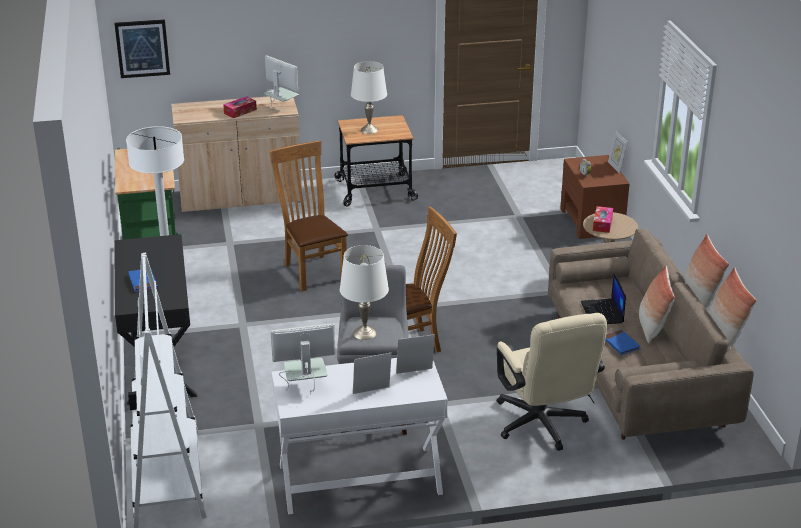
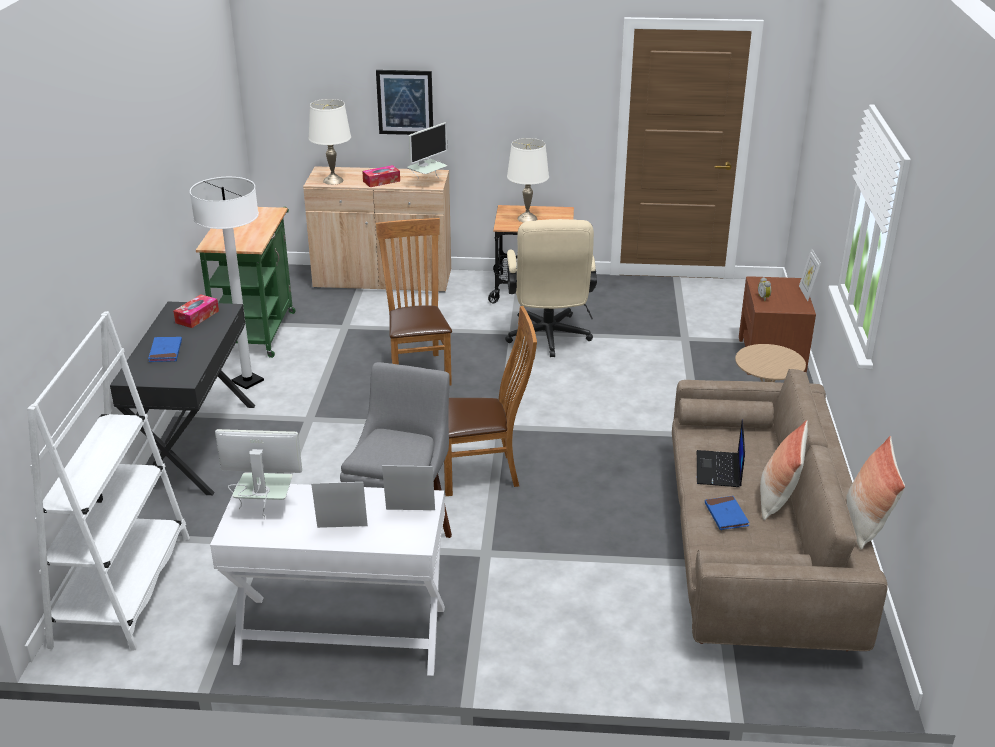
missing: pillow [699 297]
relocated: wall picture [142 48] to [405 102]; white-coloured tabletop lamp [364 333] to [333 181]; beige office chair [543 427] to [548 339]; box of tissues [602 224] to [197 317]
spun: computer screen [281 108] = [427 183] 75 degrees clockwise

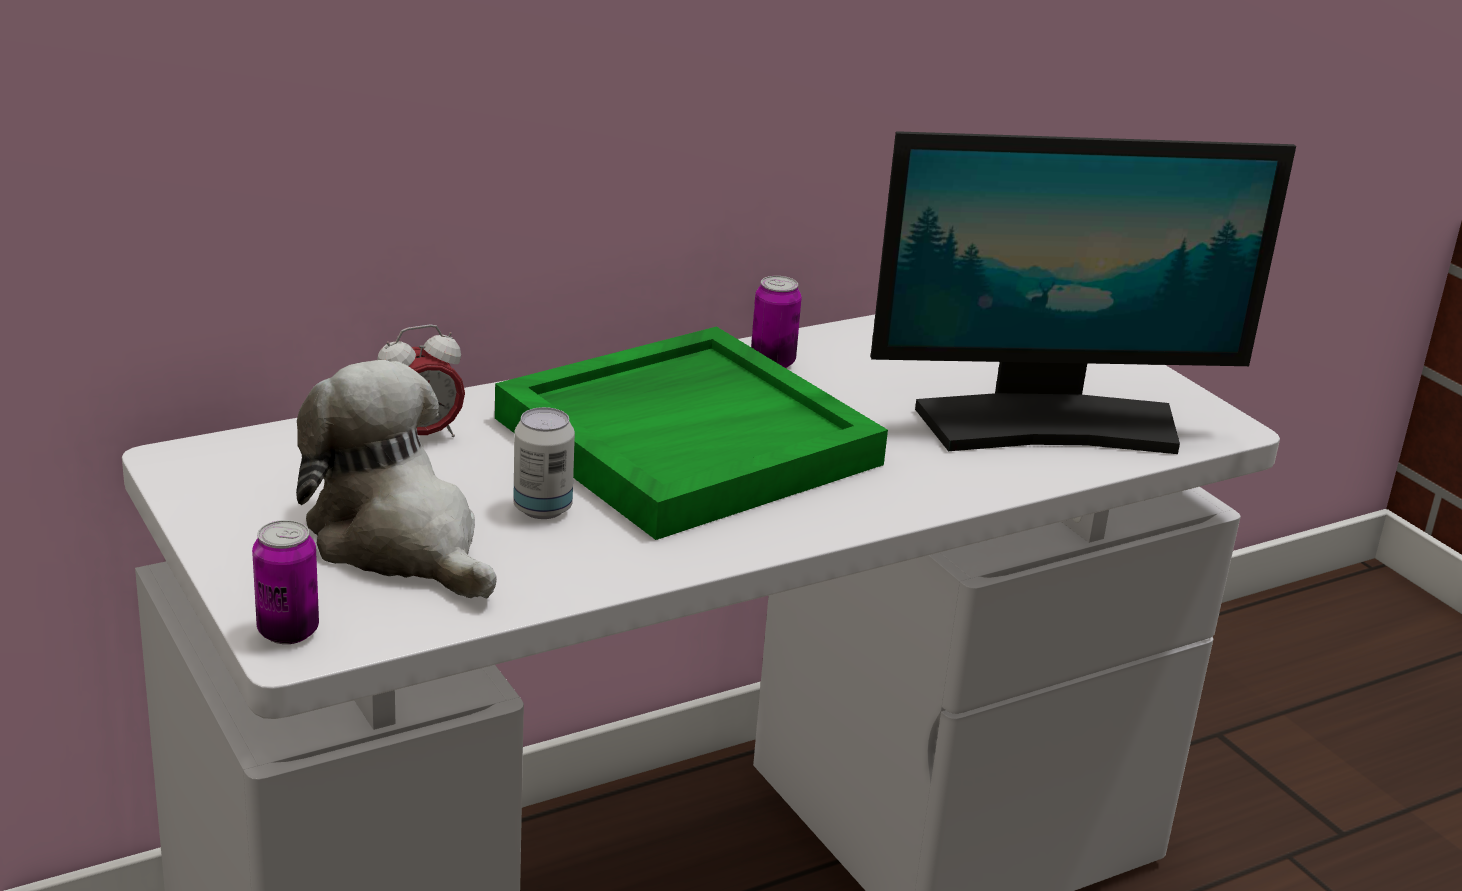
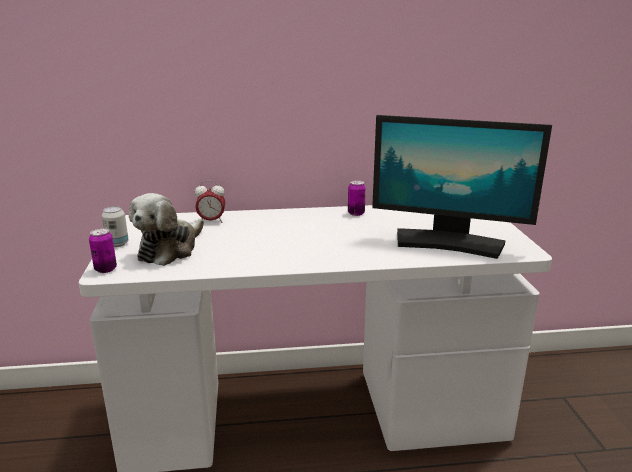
missing: green-coloured serving tray [688 439]
relocated: metal can [542 508] to [117 244]
spun: plush toy [400 543] = [170 249] 135 degrees counterclockwise

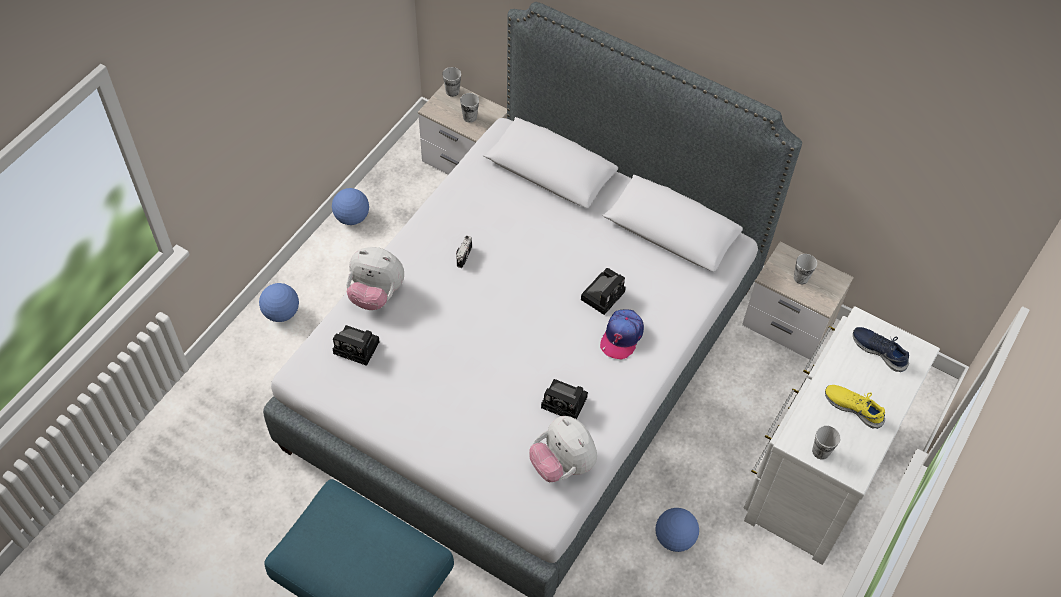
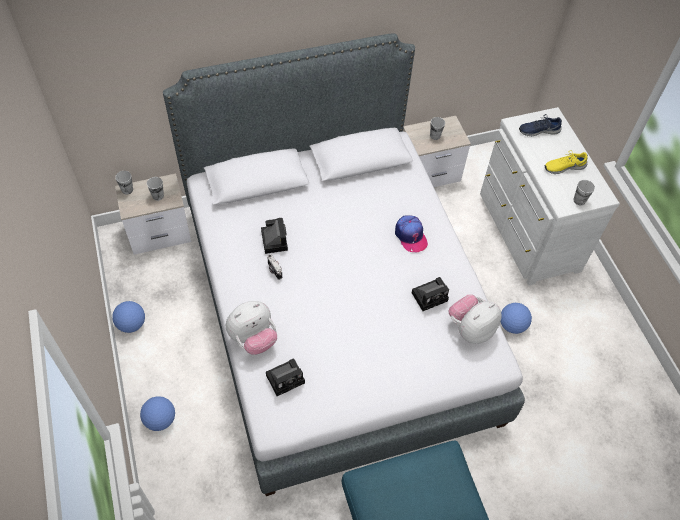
relocated: still camera [603 294] to [273 239]
spun: plush toy [562 464] = [470 329] 135 degrees clockwise

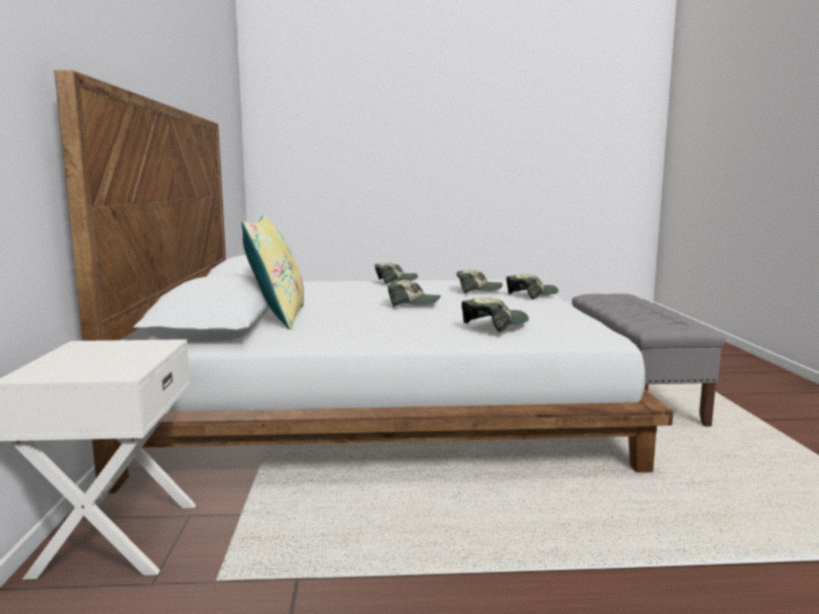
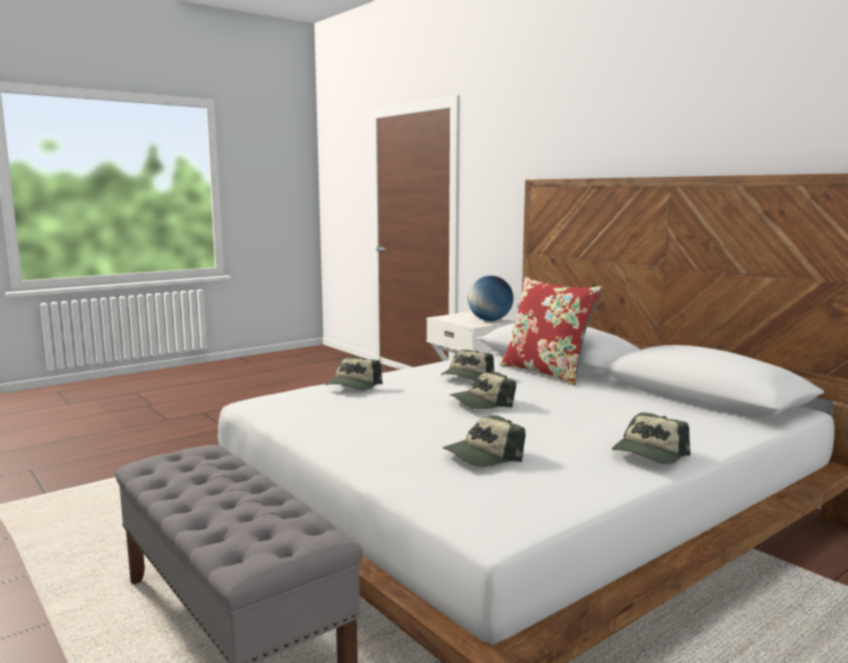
appeared: desk globe [490 320]
relocated: peaked cap [532 295] to [467 377]
colour: yellow pillow [277 317] to reddish pillow [547 372]

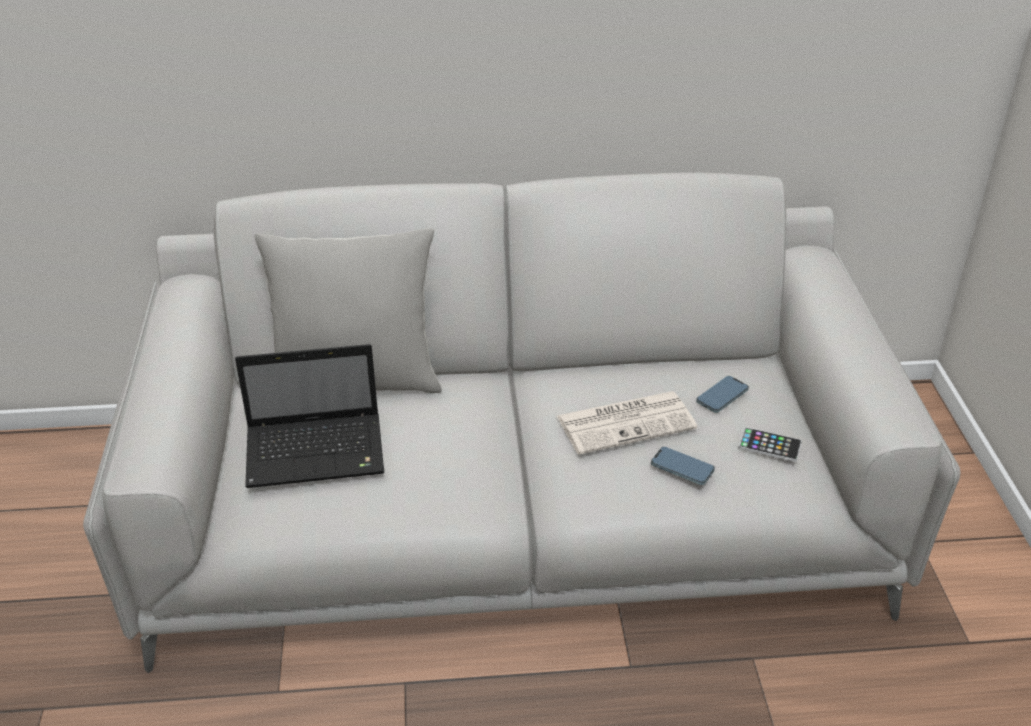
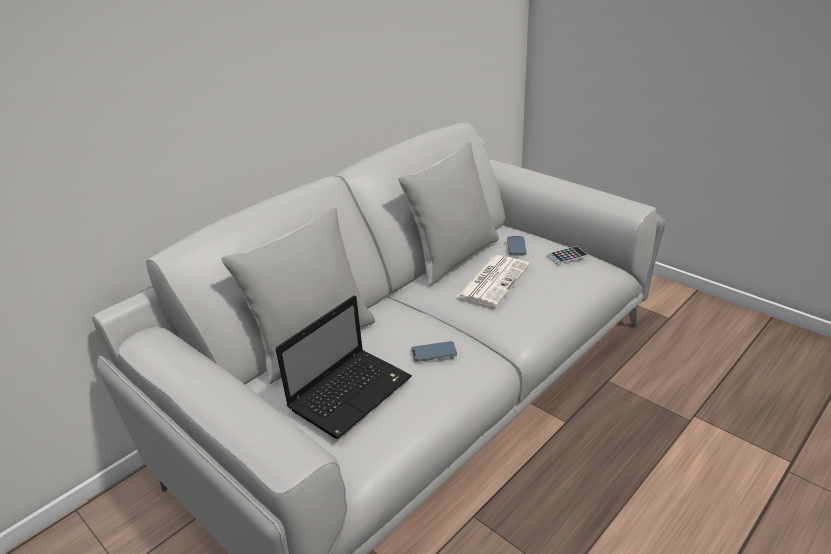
appeared: gray pillow [452 257]
relocated: telephone [682 468] to [434 353]

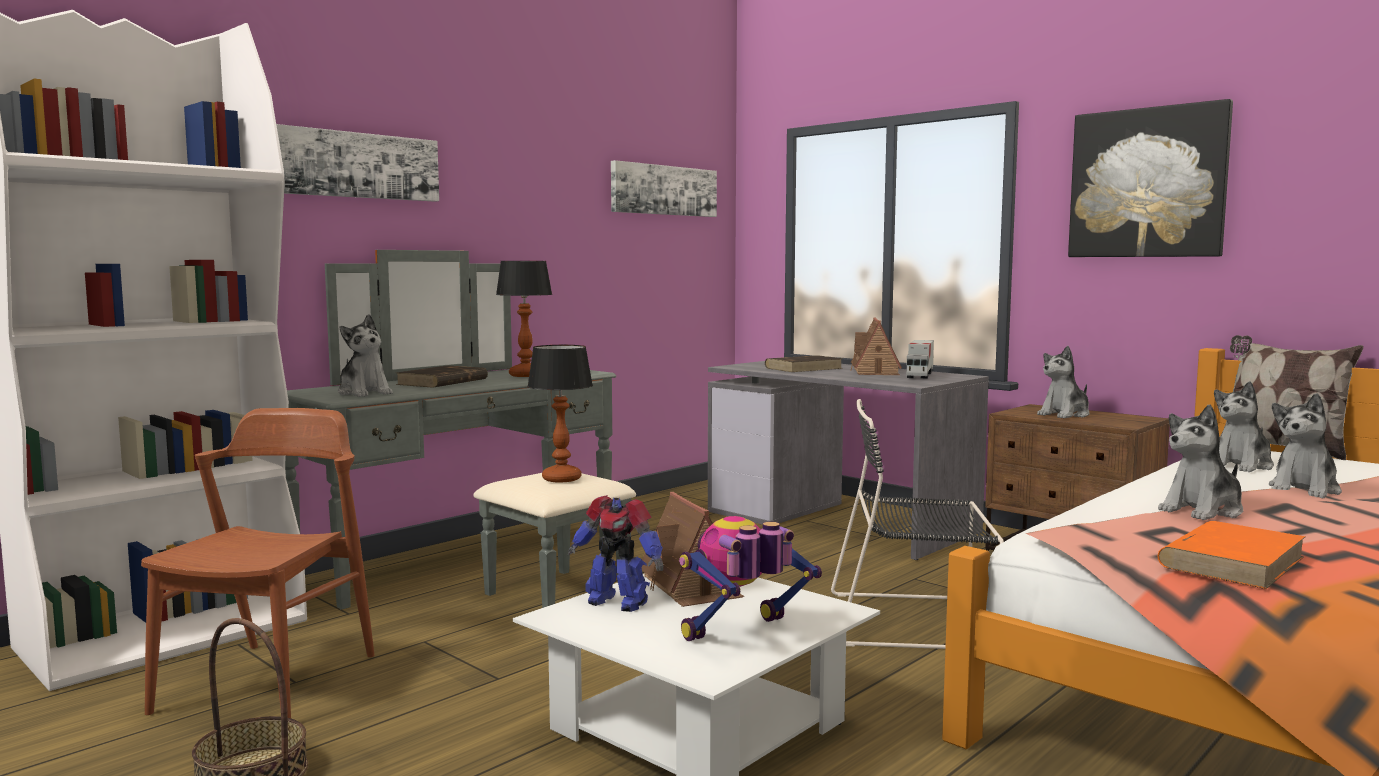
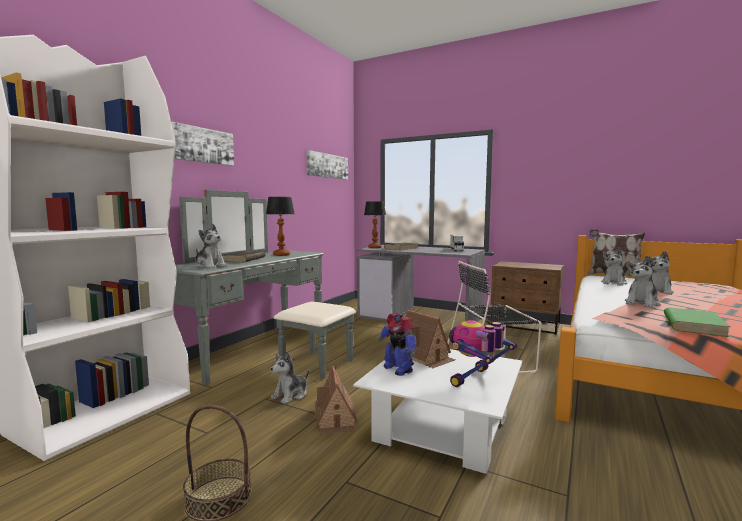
missing: brown-coloured chair [269 682]; wall picture [1147 183]
relocated: tabletop lamp [560 479] to [374 247]; miniature house [876 371] to [335 418]; plush toy [1065 414] to [290 395]
colour: orange bound book [1232 561] to green-coloured bound book [693 325]
spun: toy robot [617 602] = [398 369] 45 degrees clockwise

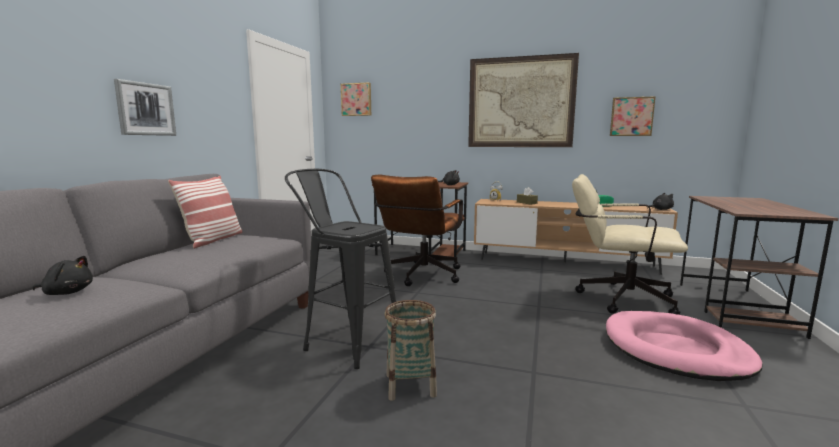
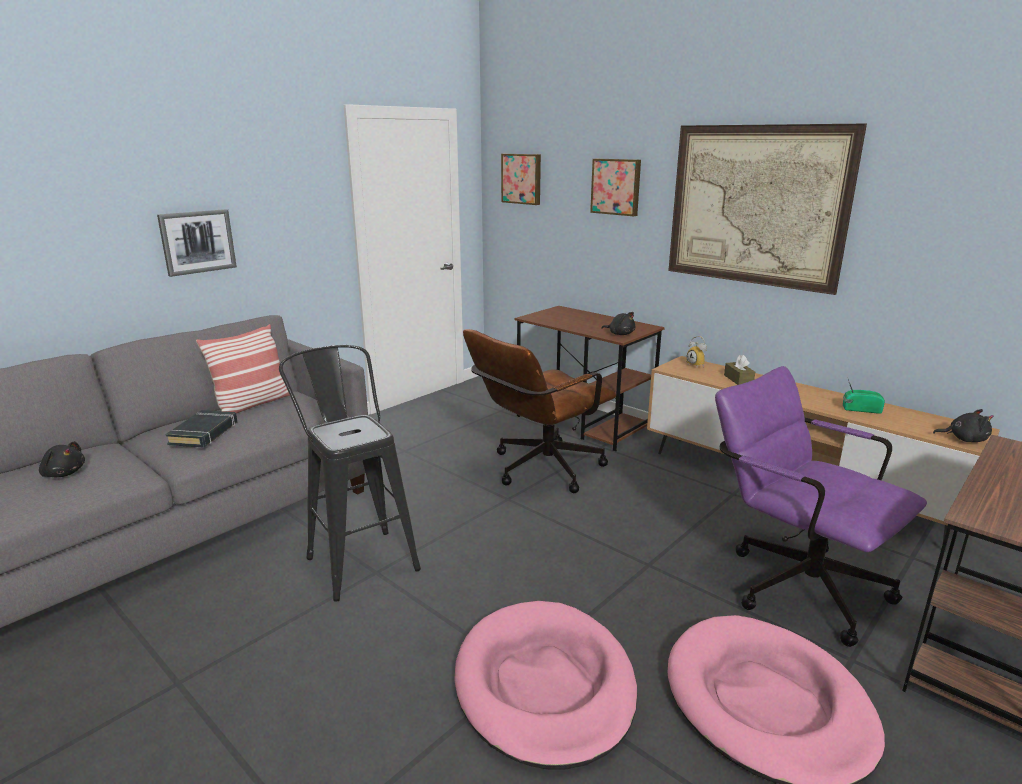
missing: household basket [410 385]
appeared: blackish bound book [204 433]; pink pet bed [544 686]
relocated: wall picture [631 116] to [616 186]
colour: beige office chair [617 298] to purplish office chair [794 582]

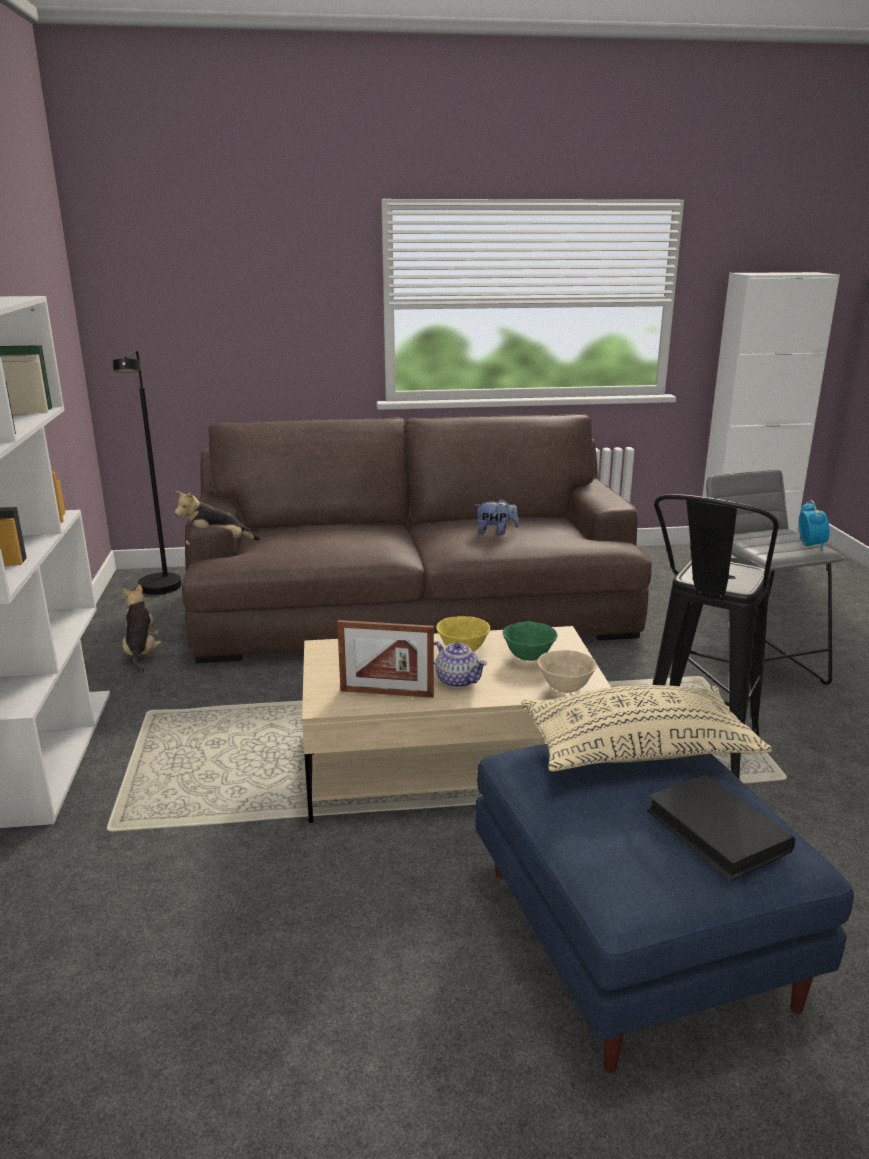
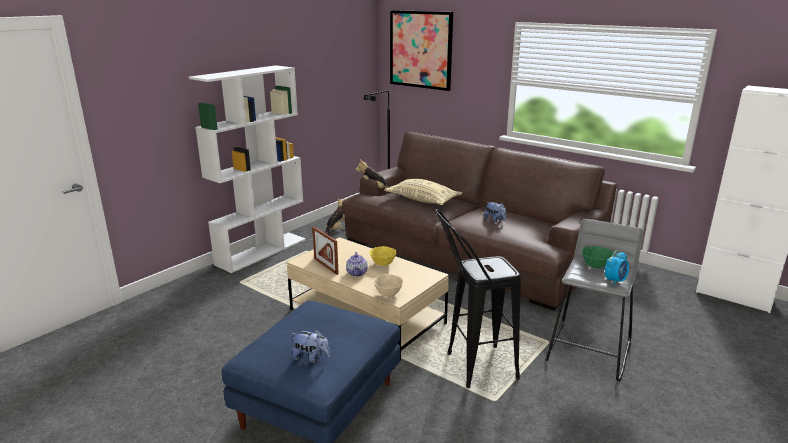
appeared: wall picture [420 49]
relocated: green-coloured deep dish [529 657] to [595 266]; beige pillow [638 750] to [422 200]
exchanged: blackish bound book [718 831] to plush toy [311 358]

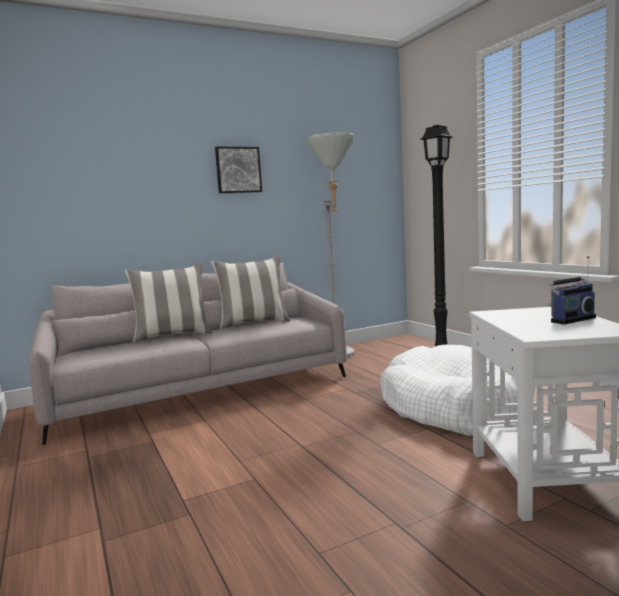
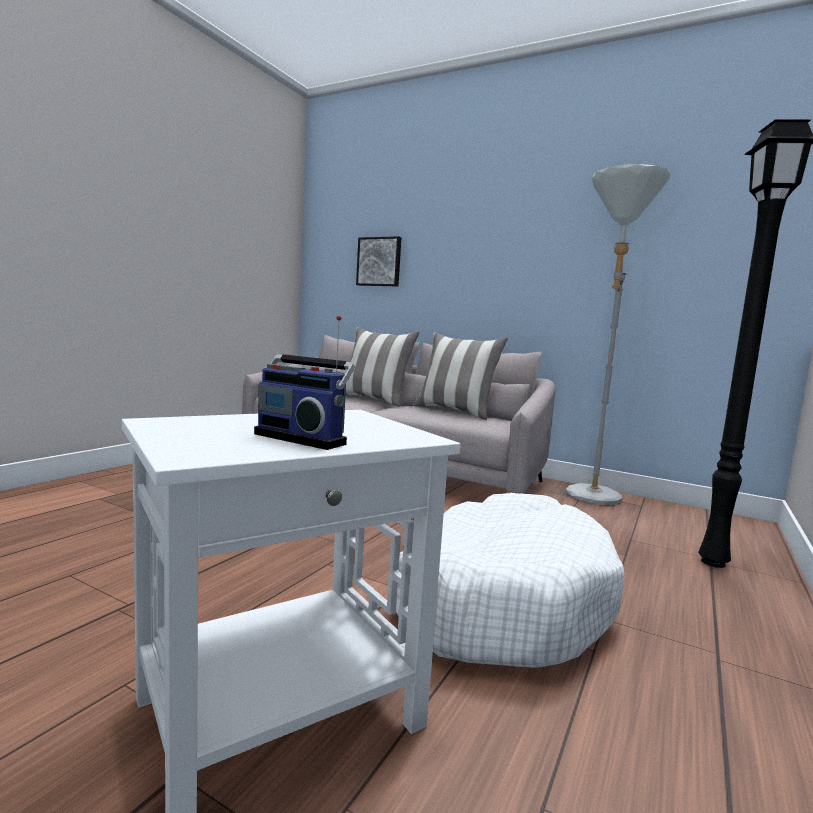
relocated: wall picture [238 170] to [379 262]

